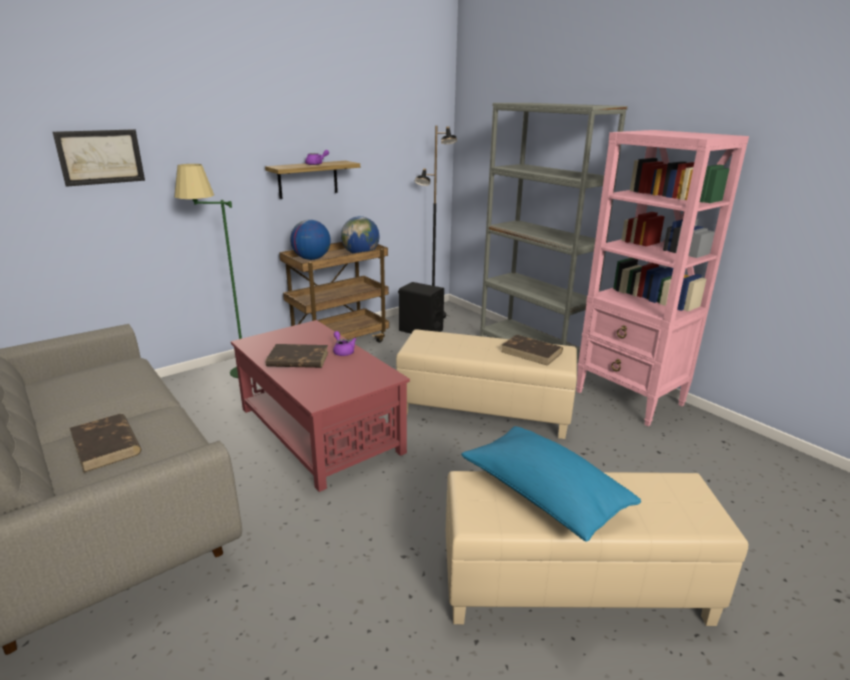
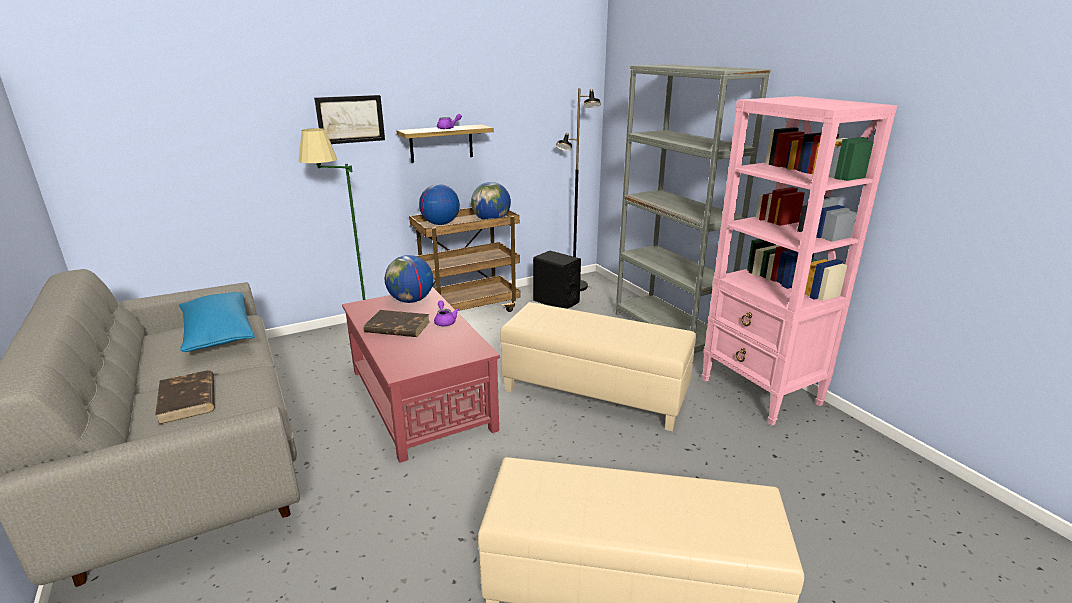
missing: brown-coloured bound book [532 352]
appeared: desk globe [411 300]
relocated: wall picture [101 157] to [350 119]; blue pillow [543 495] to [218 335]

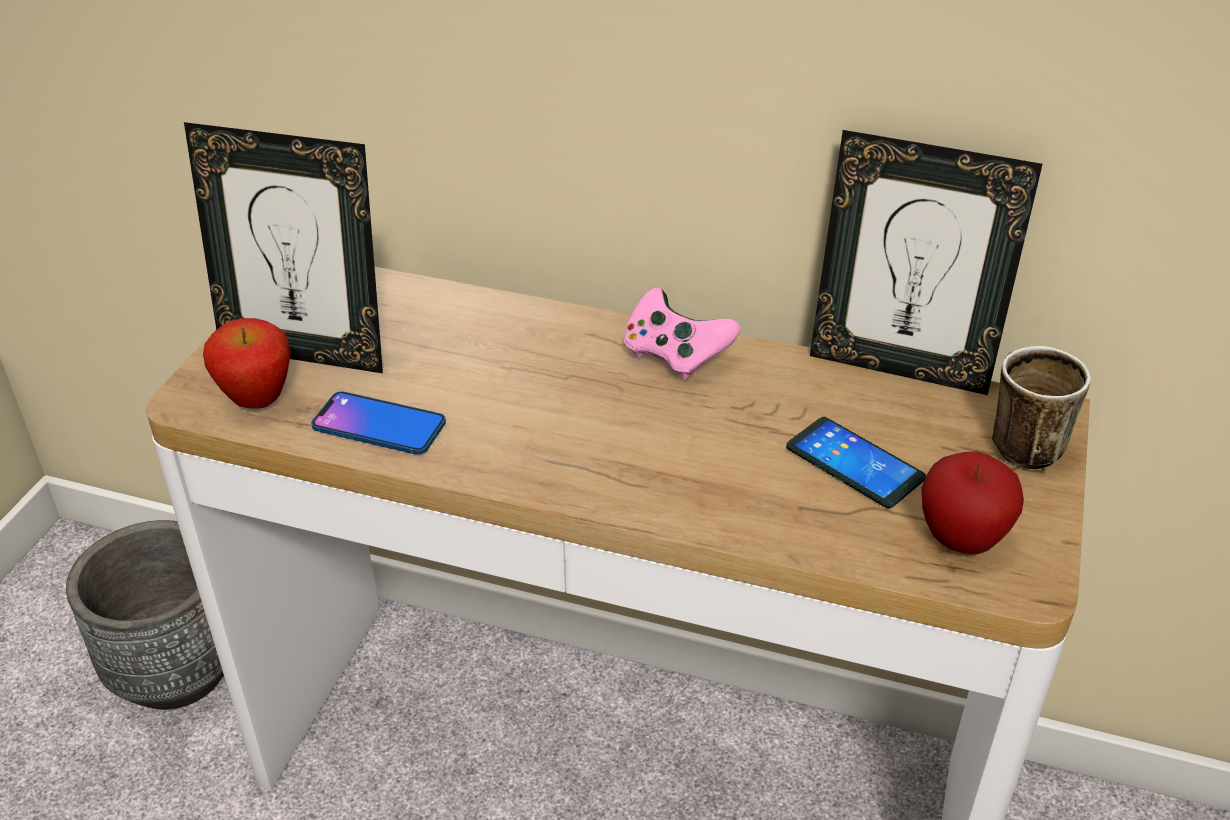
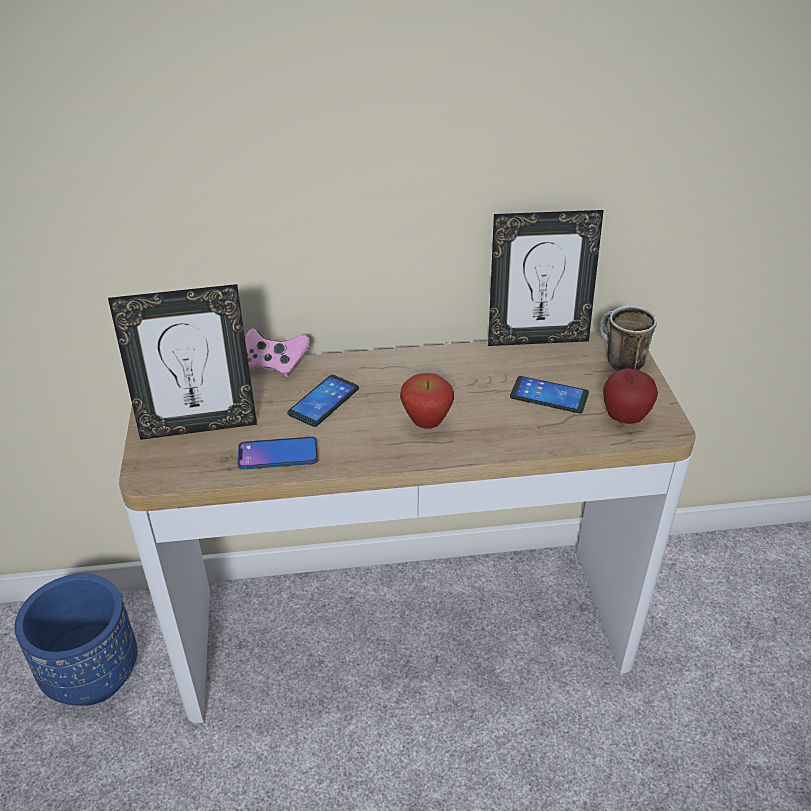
appeared: telephone [323 401]
relocated: whole apple [258 401] to [426 424]; pink joypad [674 356] to [274 365]
colour: gray flower pot [176 671] to blue flower pot [93 676]

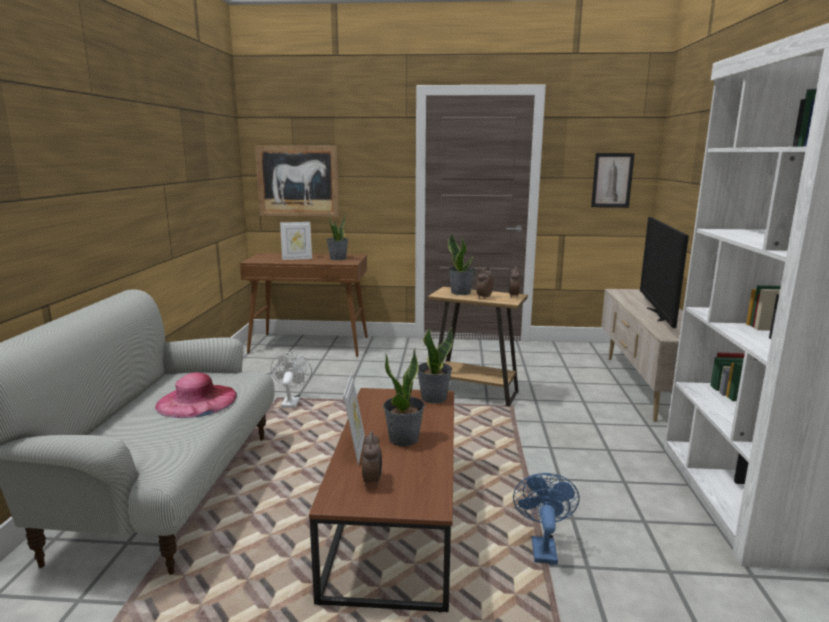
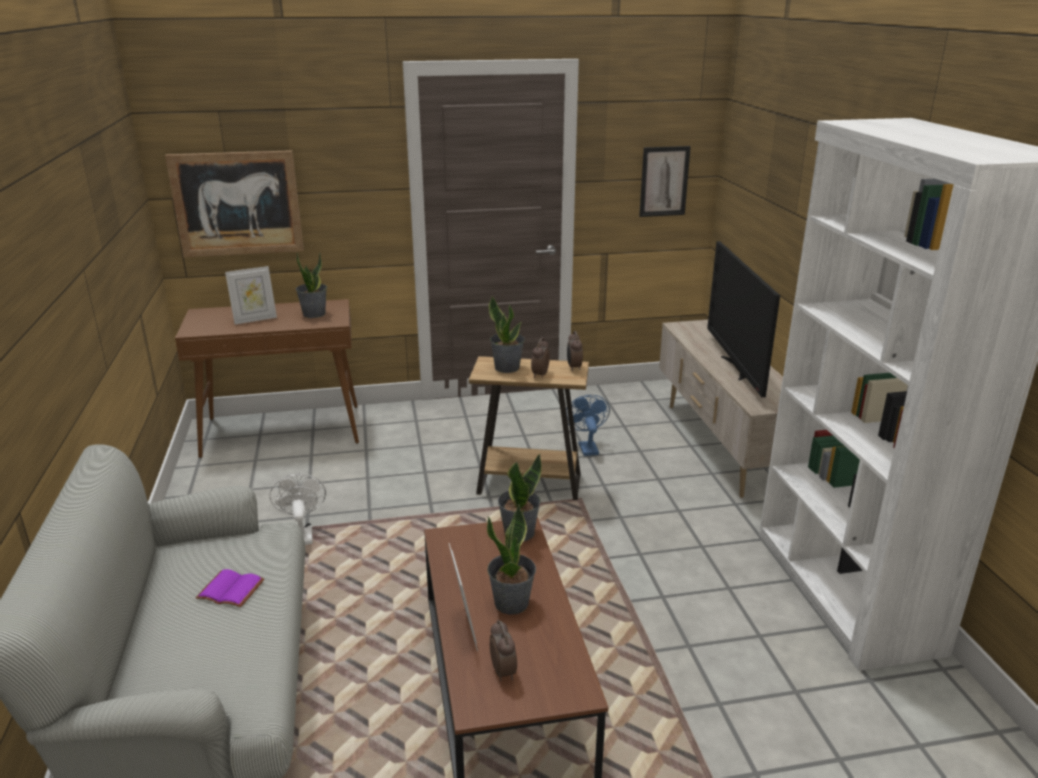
relocated: blue cooling fan [542 547] to [586 447]
exchanged: pink hat [197 400] to purplish bound book [232 589]

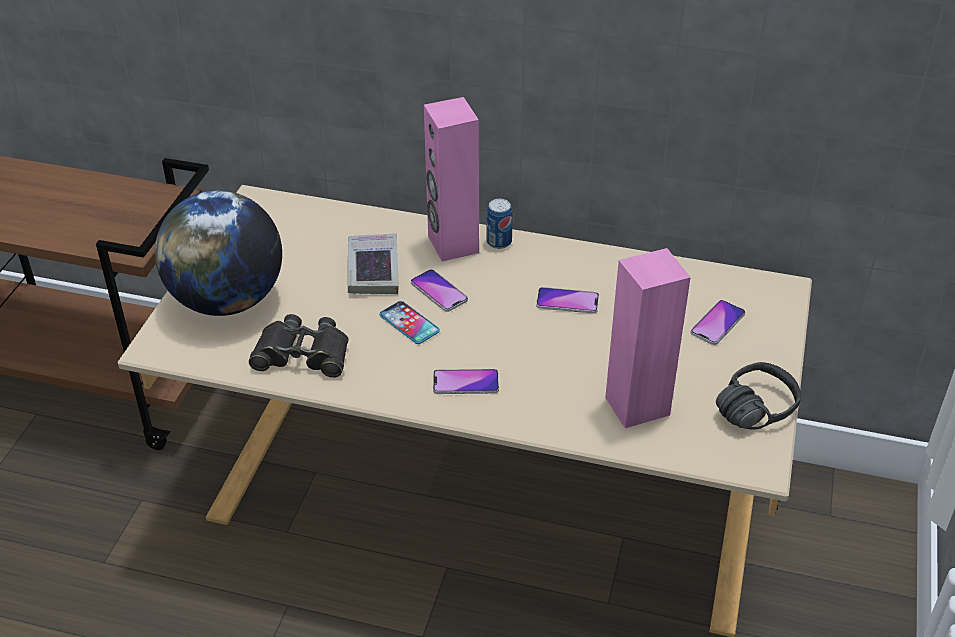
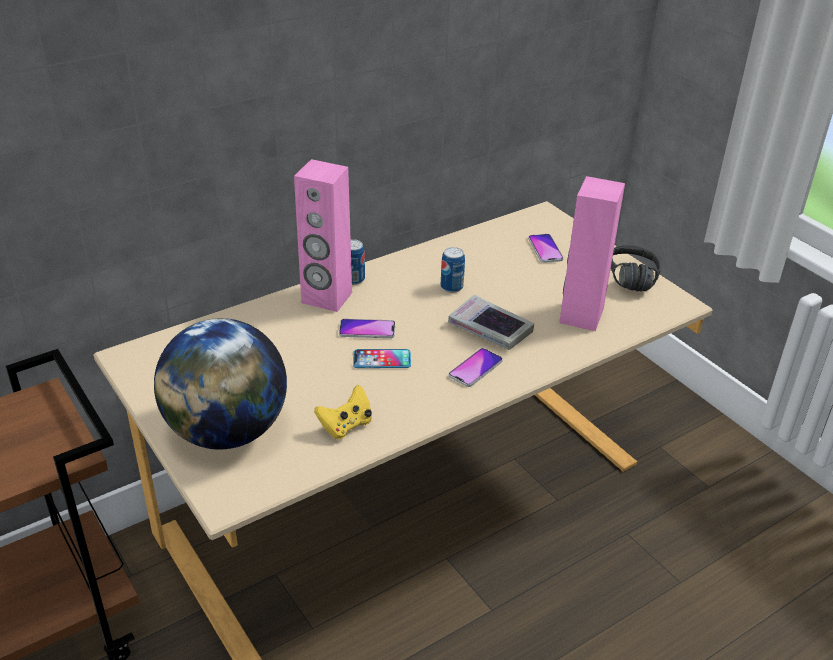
relocated: bound book [373 270] to [490 329]
exchanged: blackish binoculars [302 354] to yellow joypad [346 426]; telephone [567 301] to metal can [451 287]

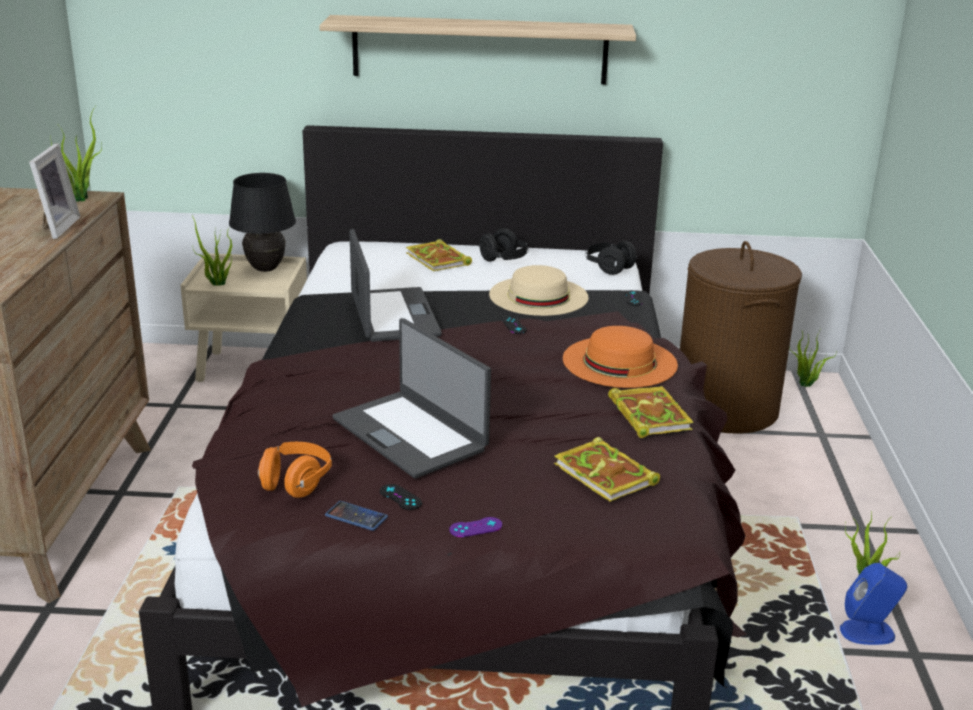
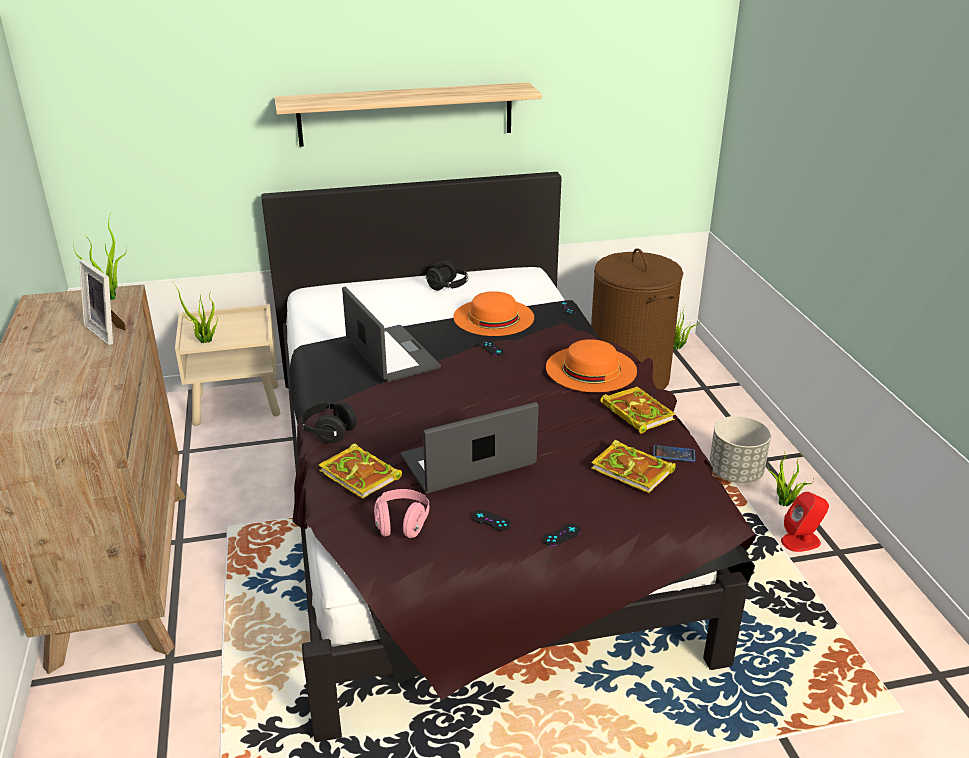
missing: blackish tabletop lamp [265 269]
appeared: gray flower pot [735 473]
relocated: telephone [356 516] to [674 454]; bound book [439 260] to [361 475]; blackish headset [608 268] to [329 432]
colour: orange headset [296 483] to pink headset [402 524]; purplish joypad [475 527] to blackish joypad [561 535]; beige hat [538 296] to orange hat [493 317]; blue audio speaker [868 632] to reddish audio speaker [801 541]
spun: picture frame [55 228] = [108 331] 150 degrees clockwise; portable computer [411 434] = [468 462] 120 degrees clockwise

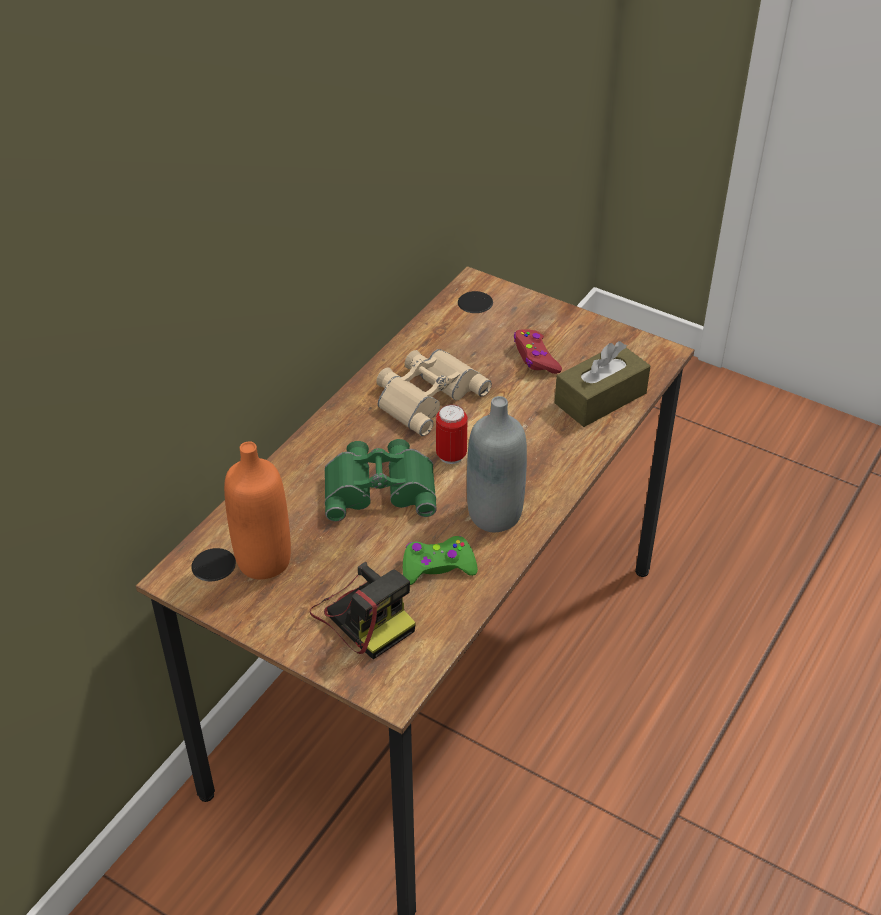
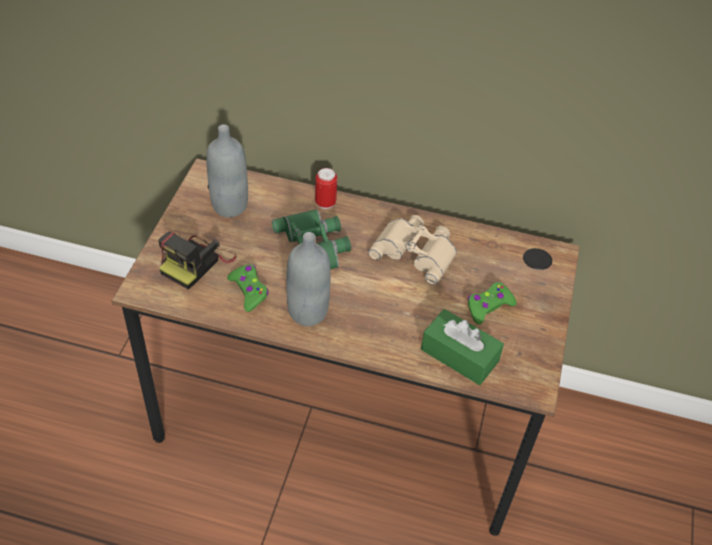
relocated: metal can [451 455] to [325 203]
colour: orange beverage bottle [263 560] to gray beverage bottle [229 206]; reddish joypad [535 358] to green-coloured joypad [488 306]; brown-coloured box of tissues [600 398] to green-coloured box of tissues [459 355]

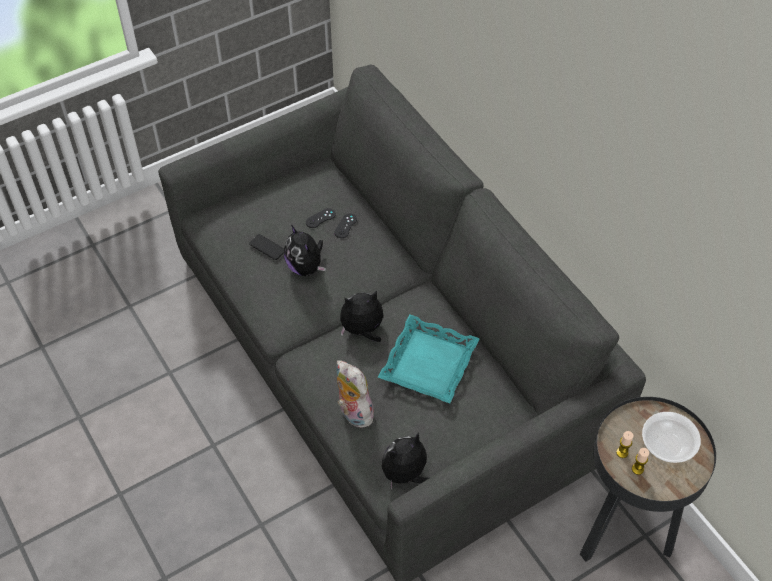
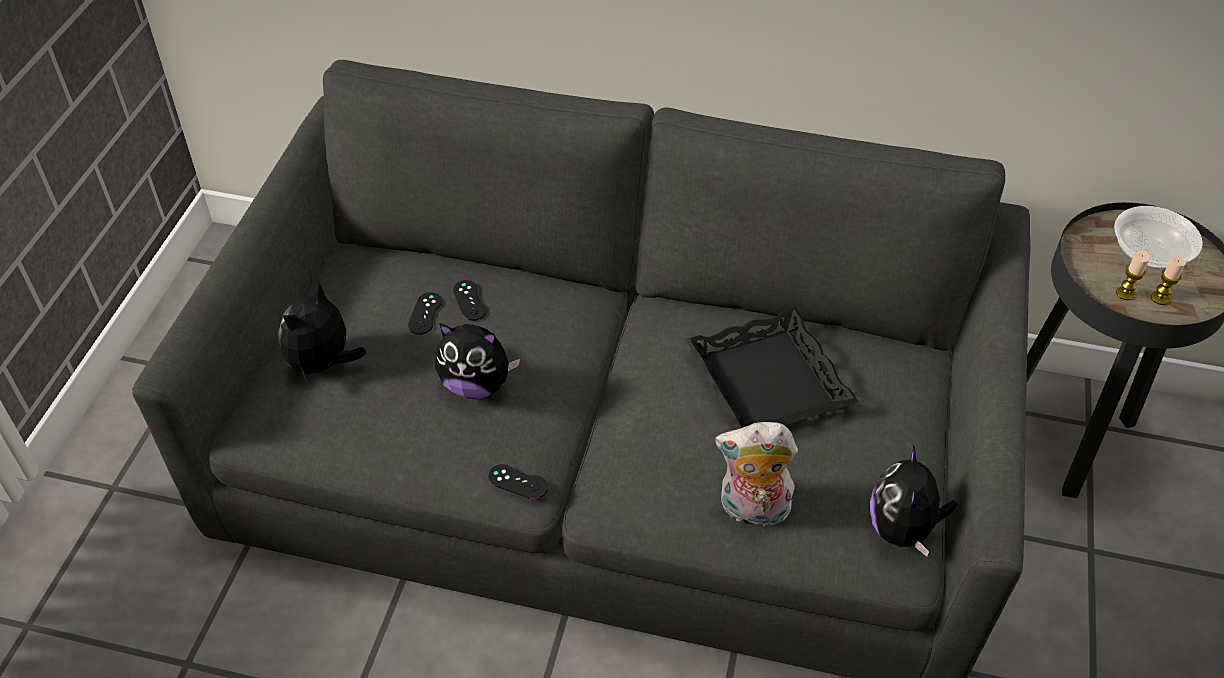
missing: telephone [267 247]
appeared: blackish joypad [518 482]
relocated: plush toy [362 330] to [323 363]
colour: blue-green serving tray [428 363] to blackish serving tray [766 381]

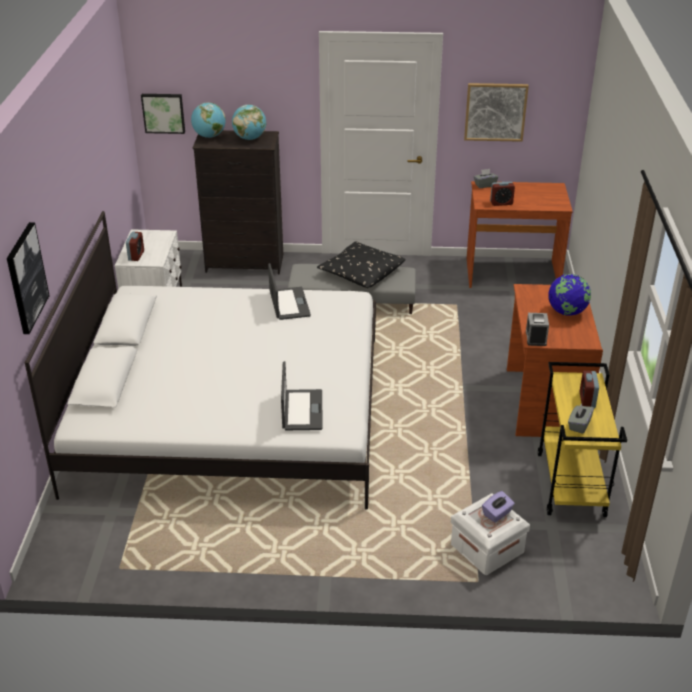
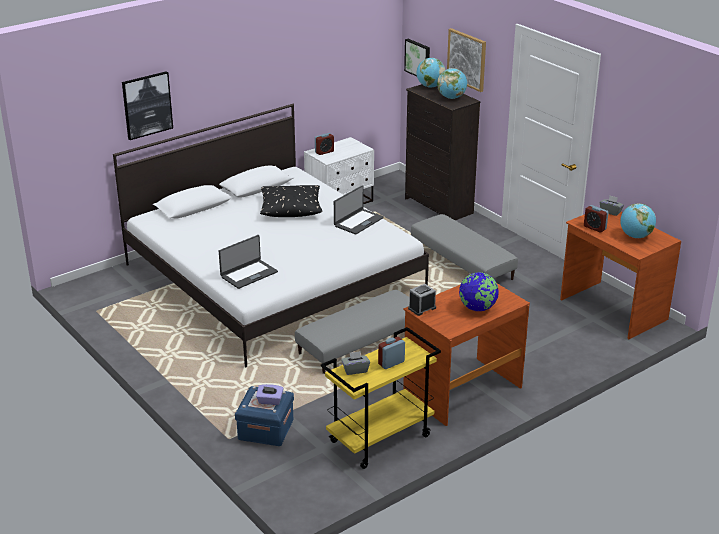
appeared: gray ottoman [360 342]; desk globe [635 236]
relocated: blackish pillow [361 273] to [290 208]; wall picture [495 111] to [467 59]
colour: white-coloured storage bin [487 548] to blue storage bin [266 430]

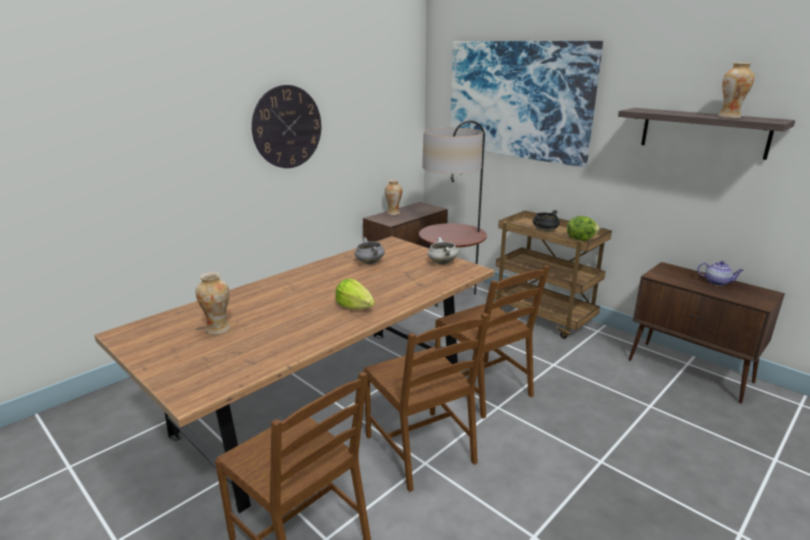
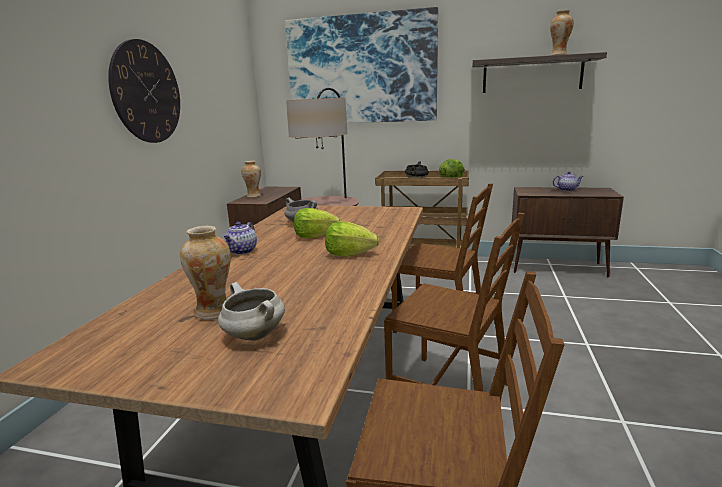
appeared: pot for tea [242 251]; lettuce head [315 236]
relocated: white-coloured cooking pot [441 263] to [253 335]

